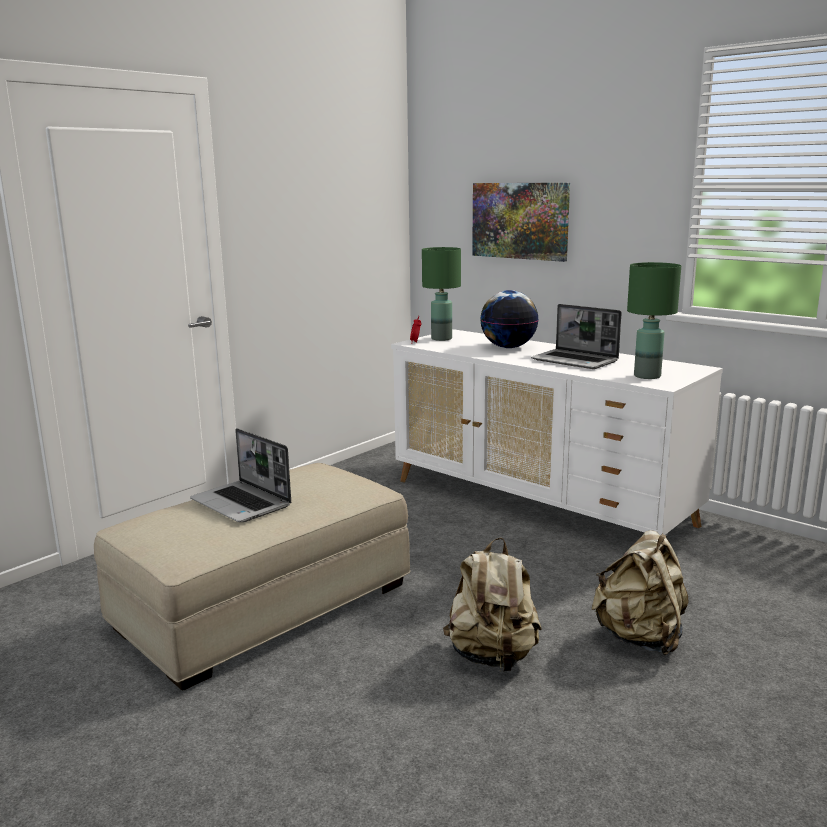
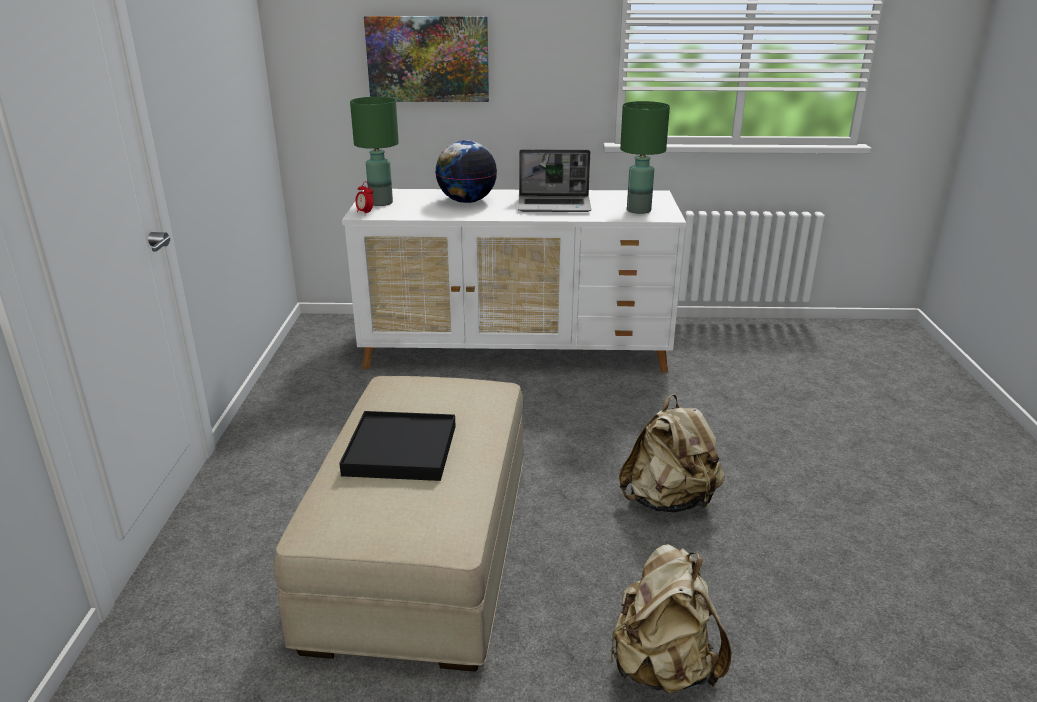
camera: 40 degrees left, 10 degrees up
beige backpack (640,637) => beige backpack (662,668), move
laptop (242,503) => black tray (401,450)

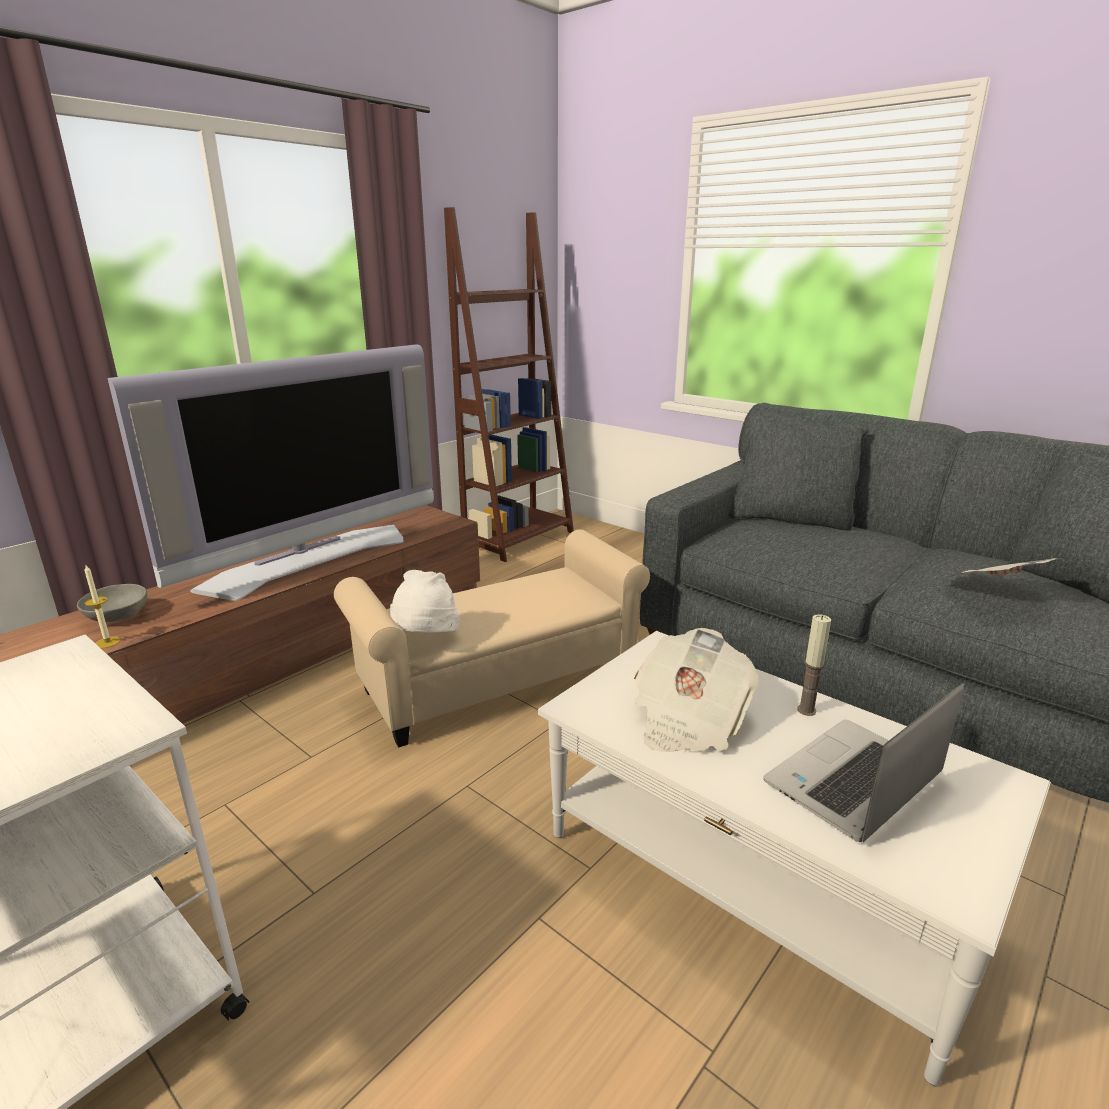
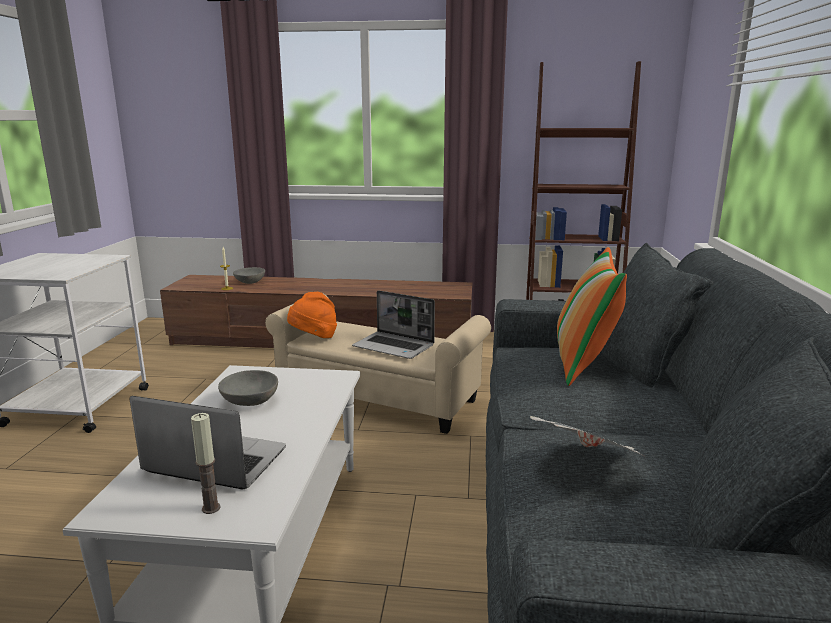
camera: 55 degrees right, 5 degrees down
television (309,559) => nothing
nothing => laptop (395,347)
nothing => pillow (584,363)
candle (806,710) => candle (211,508), move
newspaper (687,719) => grey bowl (249,401)
white hat (425,640) => orange hat (313,338)

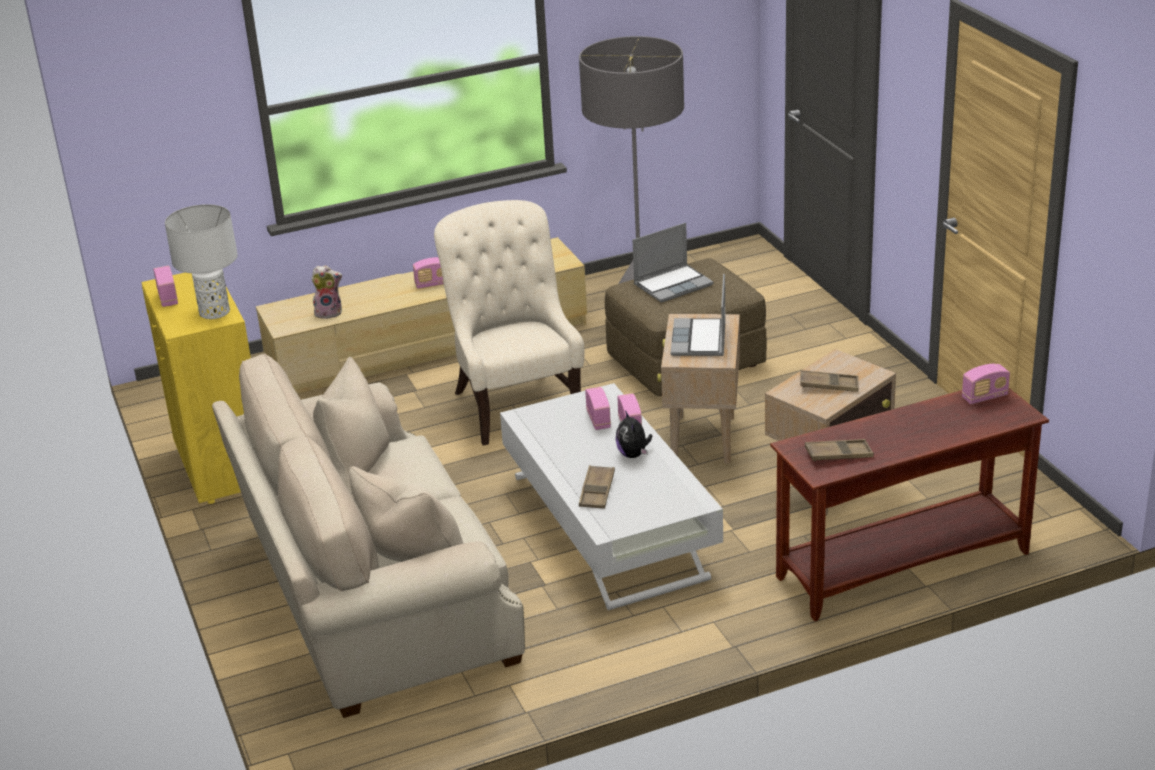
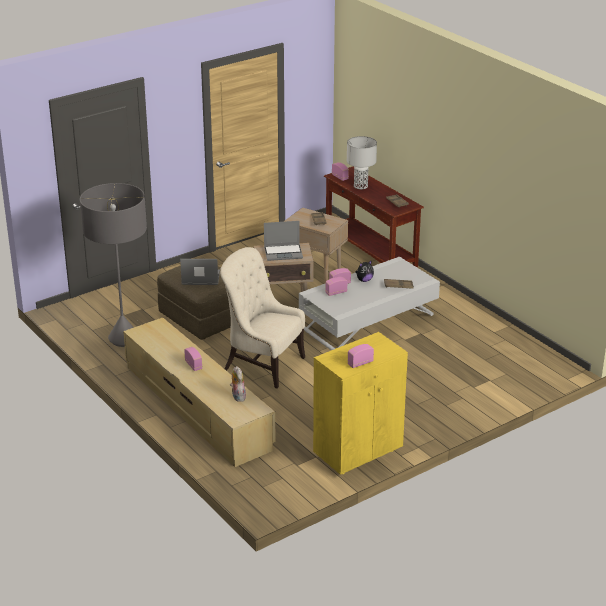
camera: 105 degrees left, 0 degrees up
beige sofa (373,597) => nothing
white table lamp (213,312) => white table lamp (361,186), move
beige armchair (516,406) => beige armchair (262,364), 60 degrees clockwise
laptop (673,284) => laptop (200,278), 45 degrees counterclockwise

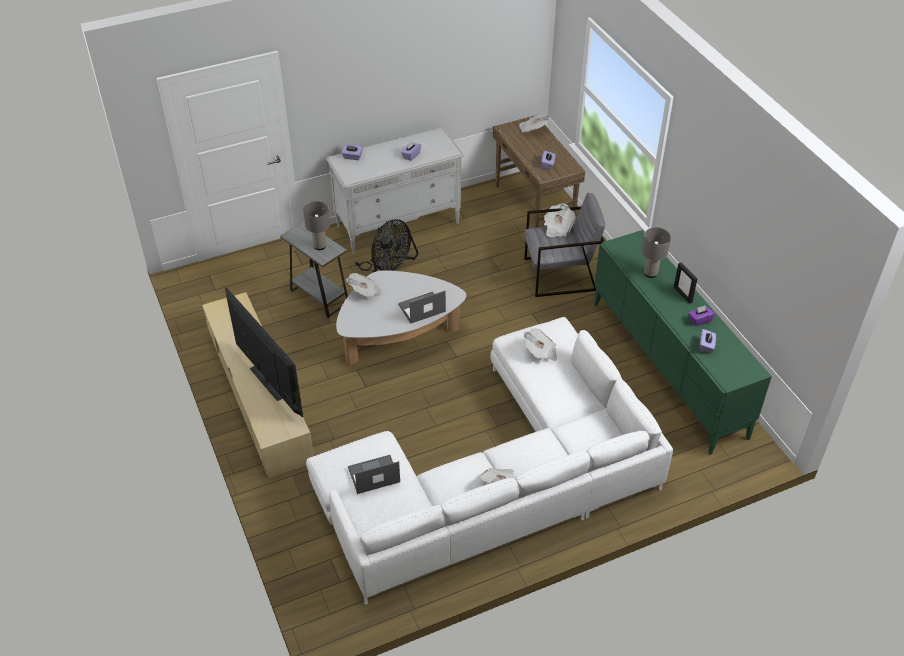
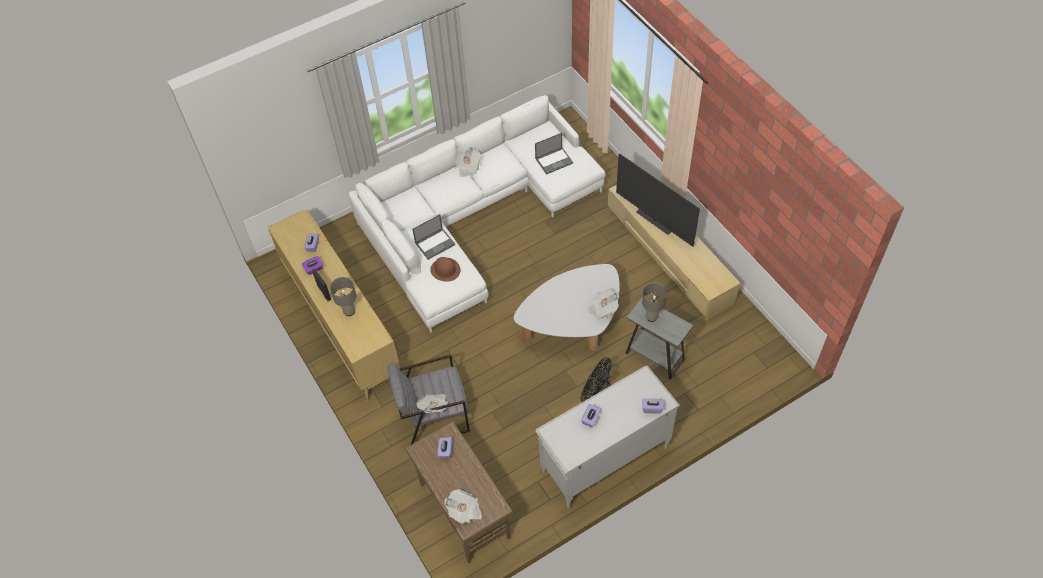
camera: 175 degrees right, 10 degrees up
laptop (421,308) => laptop (435,243), move
newspaper (540,352) => brown hat (445,270)
green cabinet (668,368) => beige cabinet (340,323)

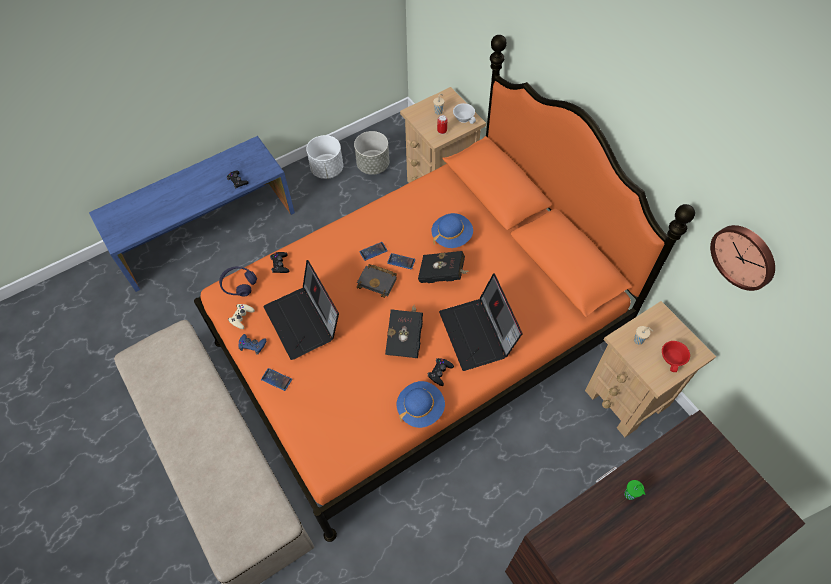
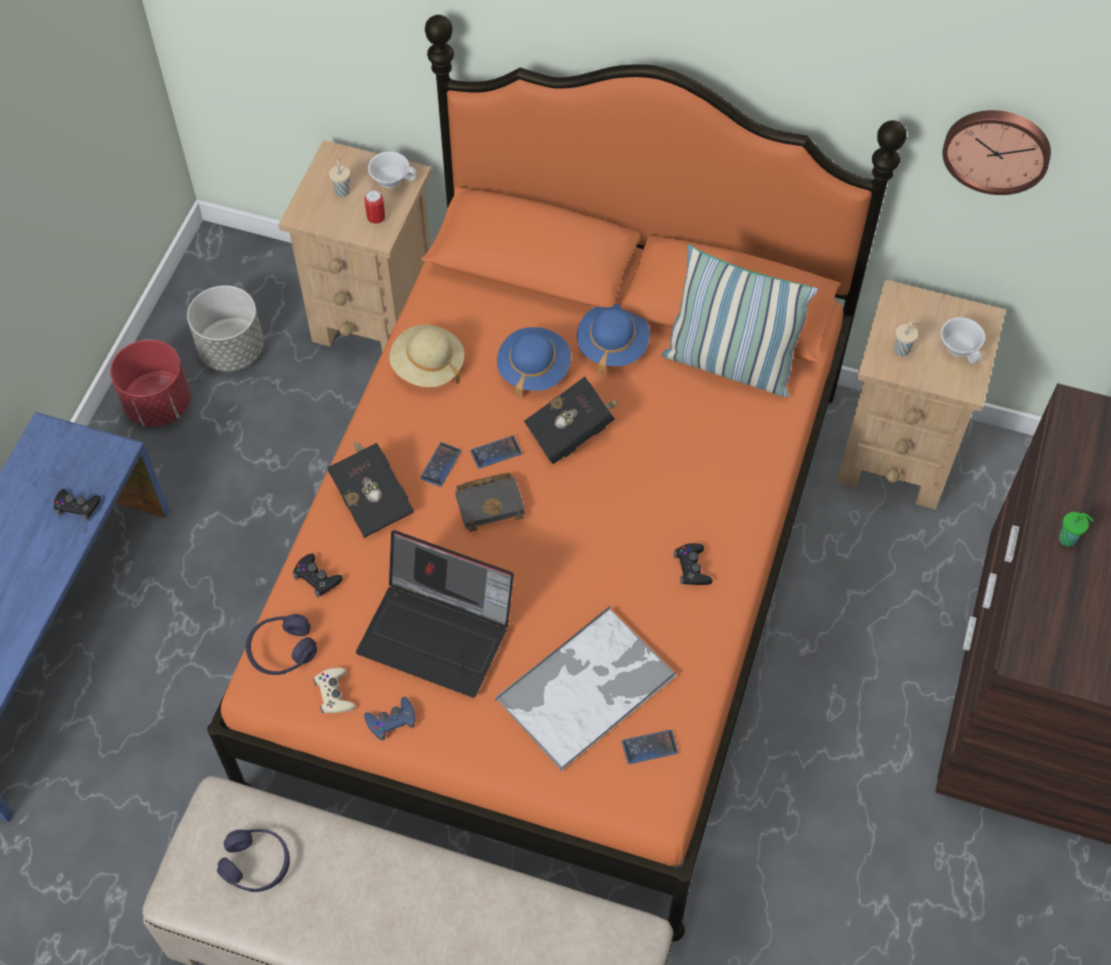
camera: 40 degrees left, 0 degrees up
laptop (478,334) => nothing
nothing => purple headphones (256,864)
nothing => beige hat (428,367)
nothing => tray (587,687)
nothing => pillow (729,364)
phone (276,379) => phone (649,747), move
black book (405,338) => black book (371,498), move
blue hat (420,408) => blue hat (612,345), move
white planter (327,169) => red planter (158,405)
red cup (673,359) => white cup (961,346)

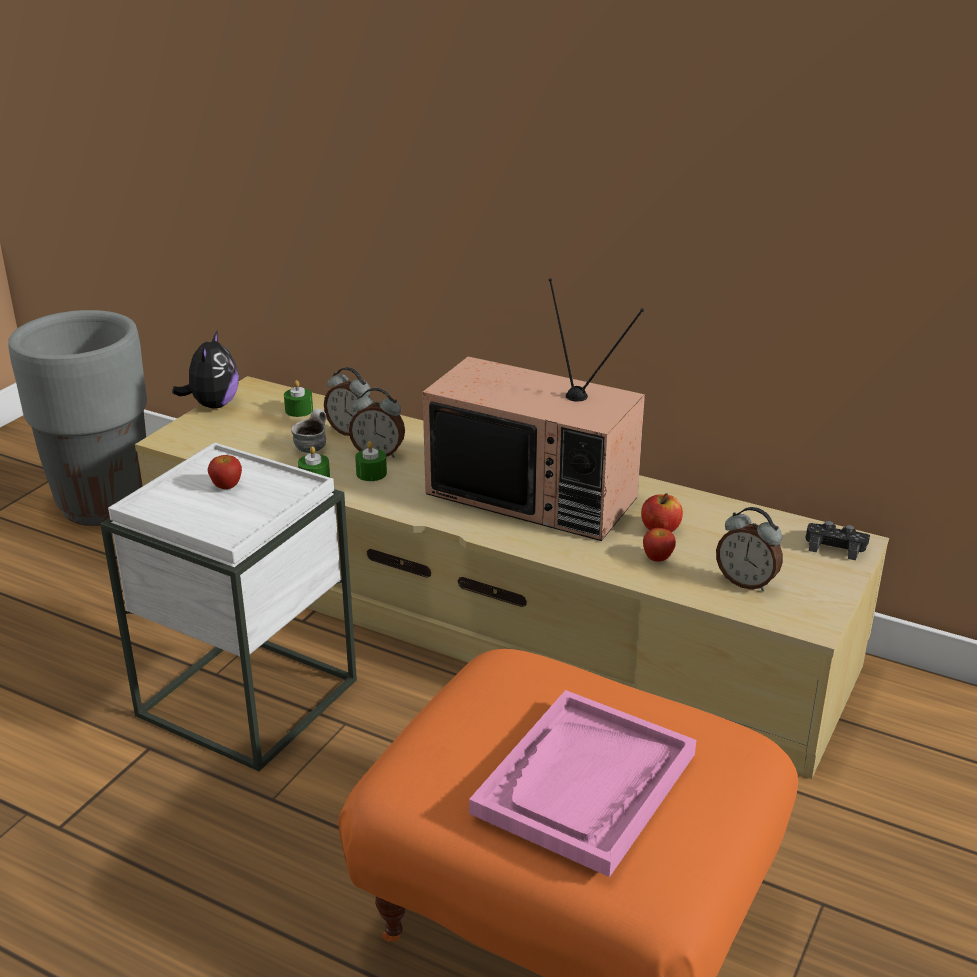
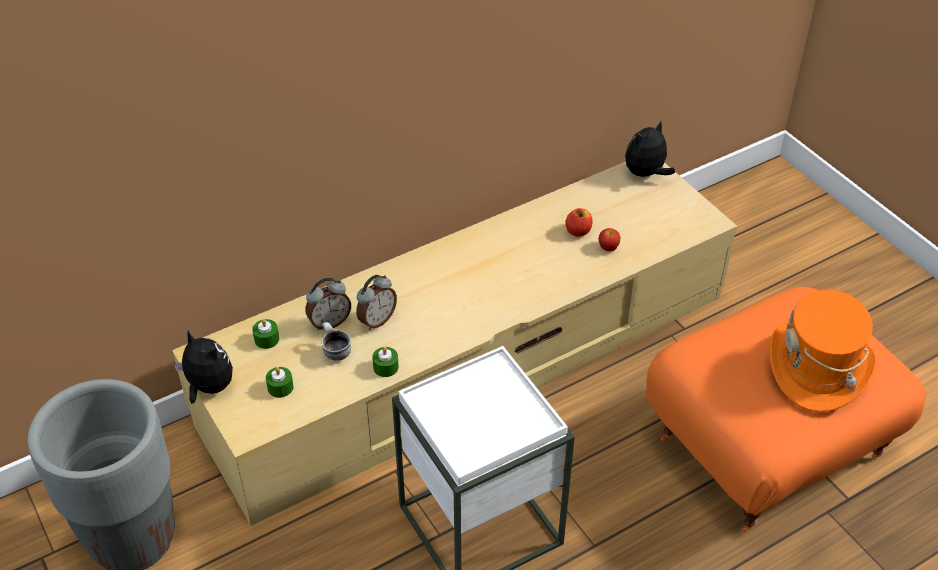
camera: 60 degrees left, 15 degrees up
apple (226,486) => nothing
television (536,494) => nothing
alarm clock (746,582) => nothing
green candle (371,473) => green candle (280,387), move
pink tray (585,784) => orange hat (818,368)
black game controller (835,546) => plush toy (645,174)

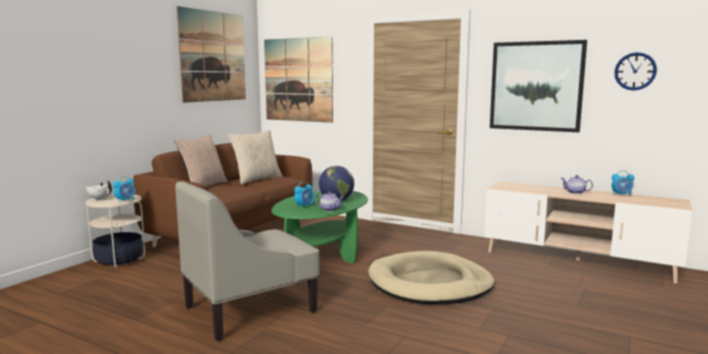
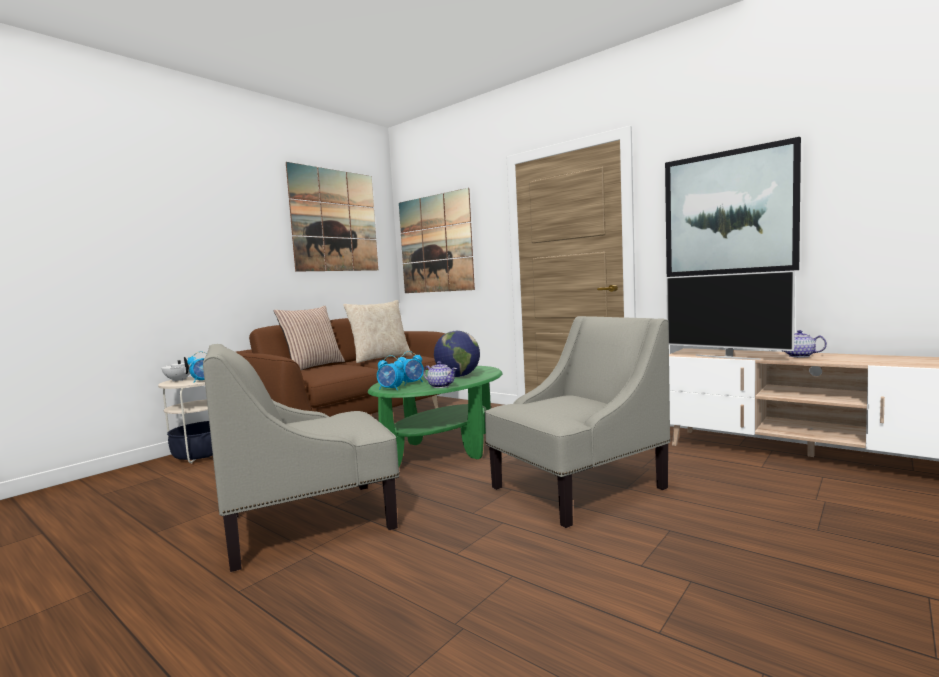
camera: 10 degrees right, 5 degrees down
wall clock (635,71) => nothing
nothing => television (727,357)
alarm clock (621,195) => alarm clock (391,389), move
beige dog bed (430,284) => grey armchair (577,489)

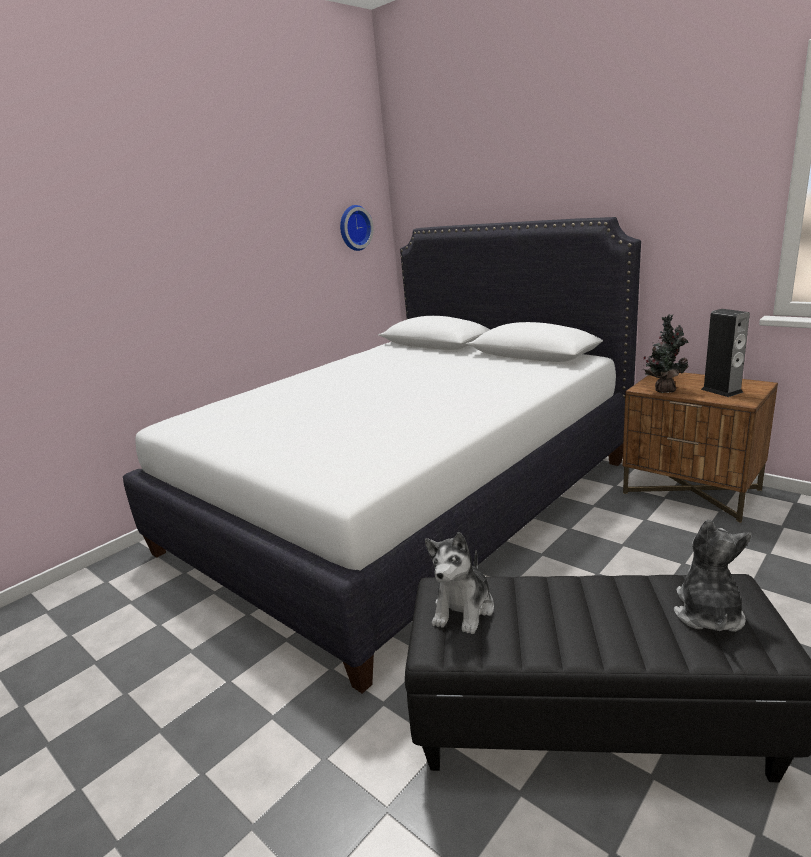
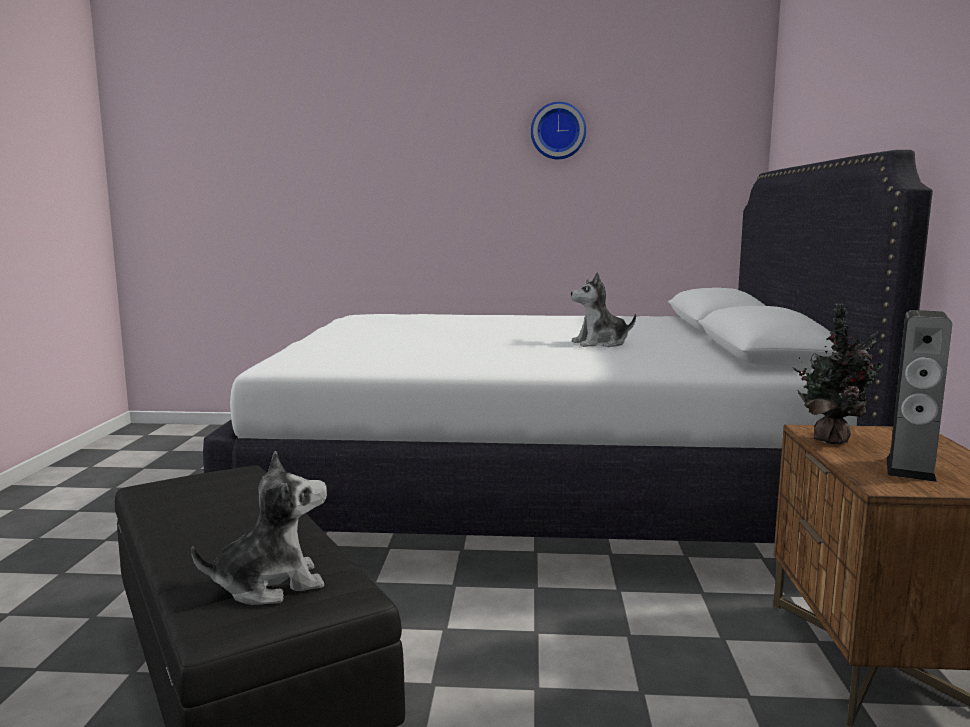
camera: 50 degrees right, 10 degrees down
wall clock (353,228) => wall clock (558,131), move
plush toy (463,609) => plush toy (600,343), move

